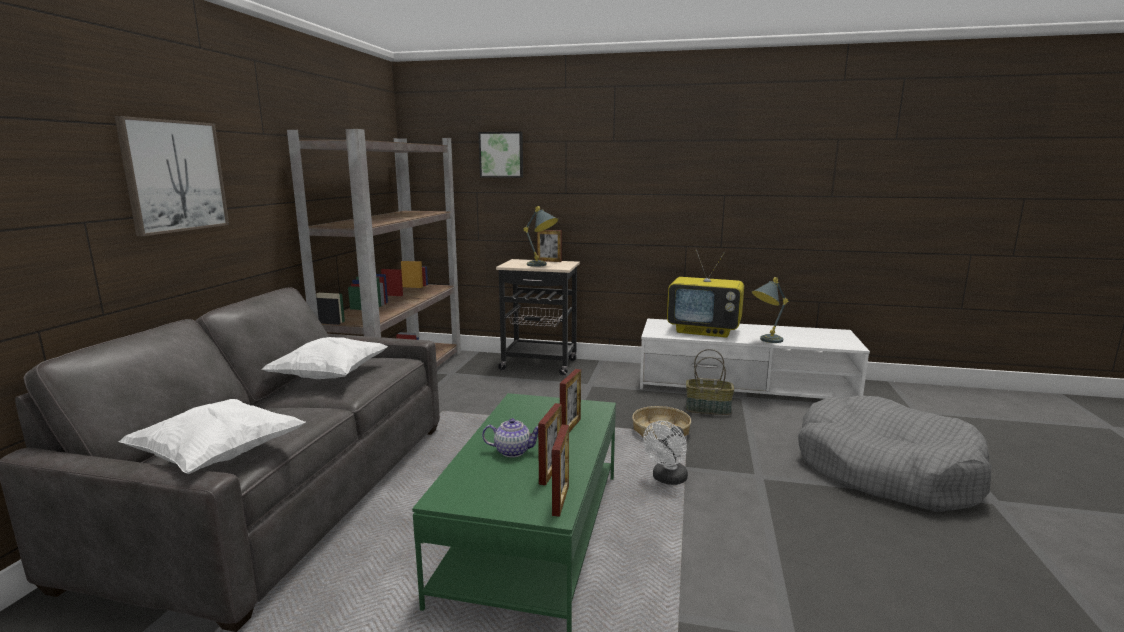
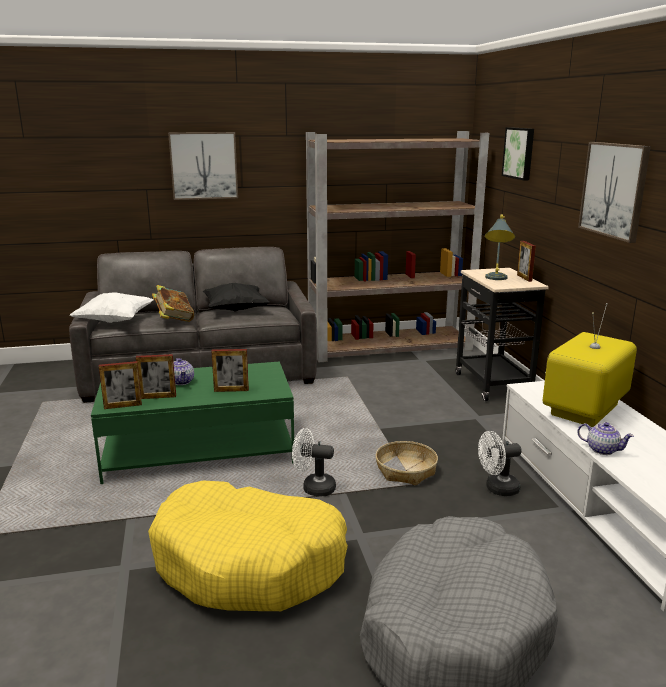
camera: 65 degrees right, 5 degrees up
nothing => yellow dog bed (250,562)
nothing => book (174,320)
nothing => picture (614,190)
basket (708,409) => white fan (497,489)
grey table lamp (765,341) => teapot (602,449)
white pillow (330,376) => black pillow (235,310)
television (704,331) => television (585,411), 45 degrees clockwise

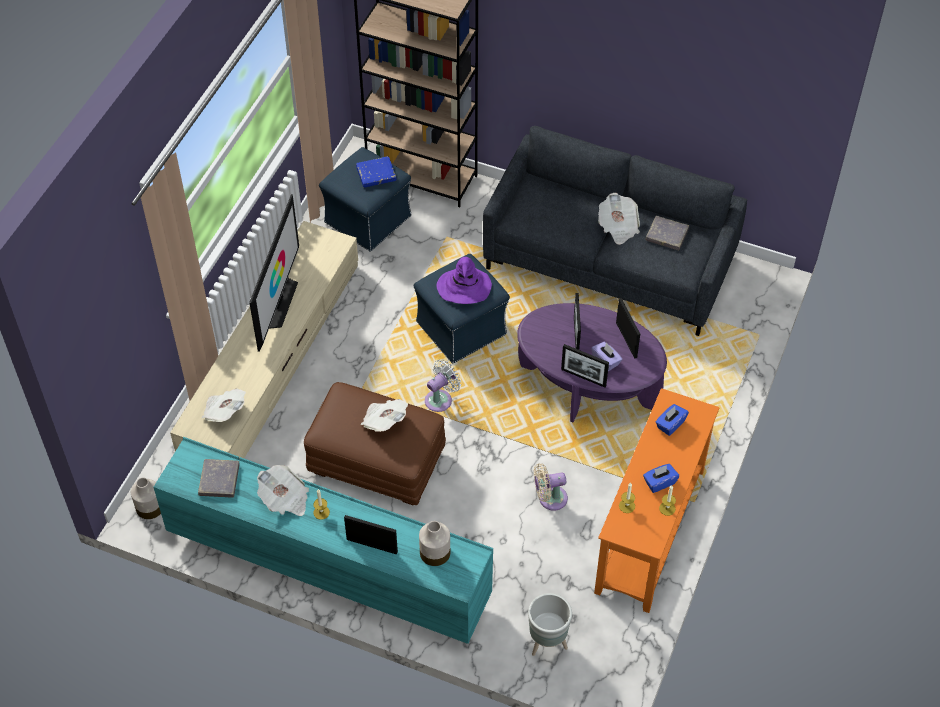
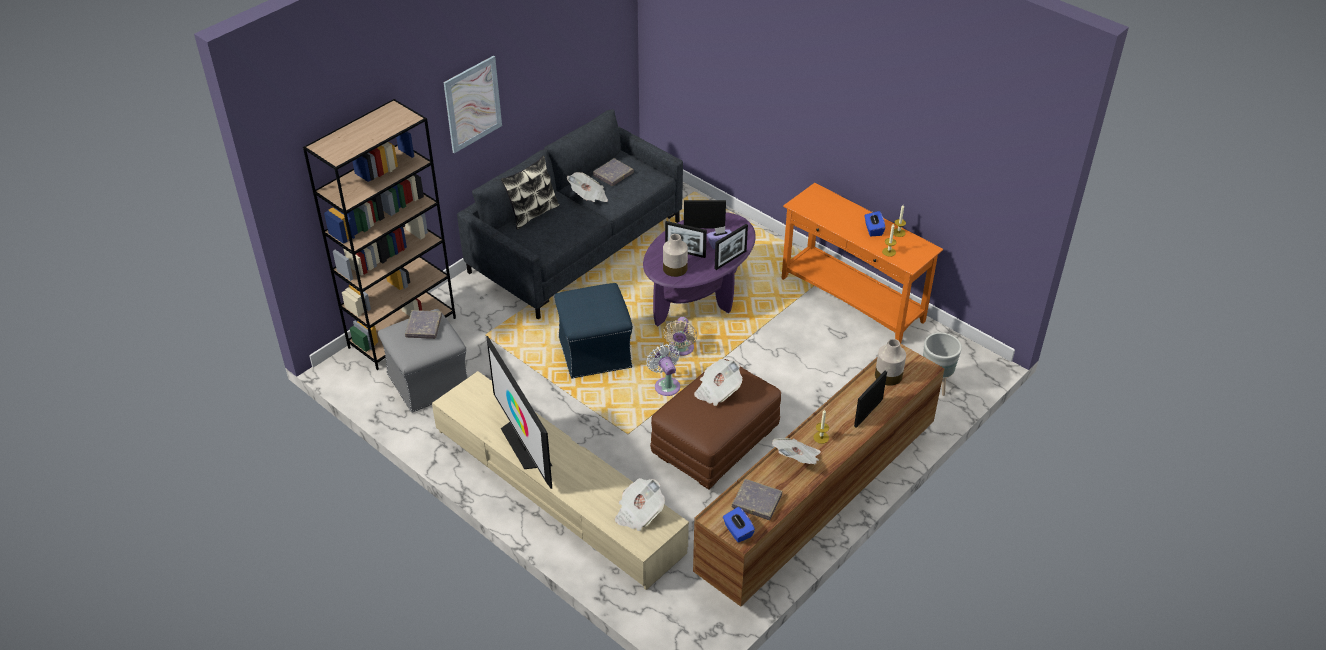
camera: 70 degrees left, 10 degrees down
purple hat (464,287) => nothing
nothing => picture (472,104)
nothing => pillow (532,213)
beige vase (150,507) => beige vase (675,268), move
beige fan (549,498) => beige fan (681,349), move
blue tissue box (670,424) => blue tissue box (737,531), move
turquoise cabinet (328,571) => brown cabinet (818,505)
blue ottoman (367,220) => grey ottoman (429,382)
blue book (376,174) => grey book (424,326)
television (277,302) => television (524,444), 150 degrees counterclockwise

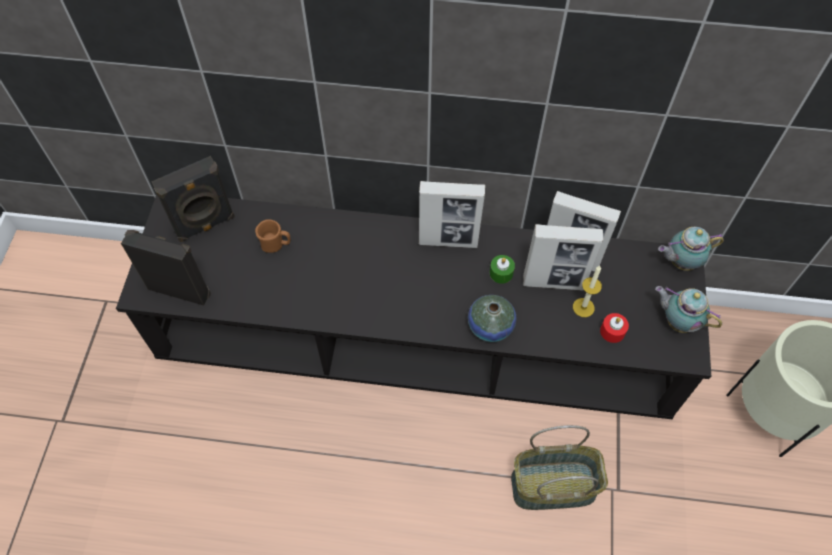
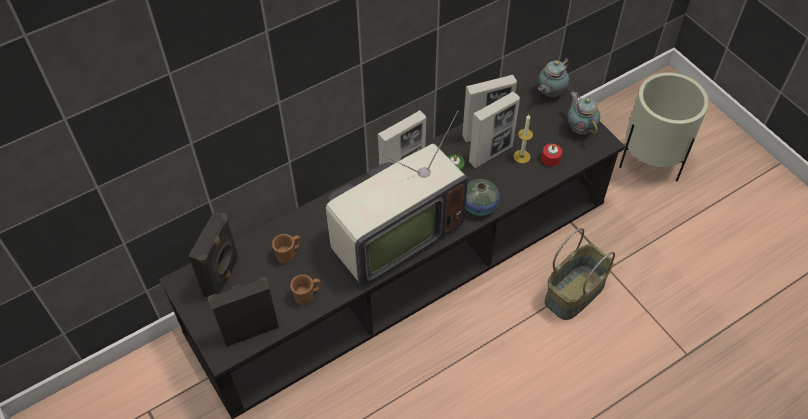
camera: 40 degrees left, 5 degrees down
nothing => brown mug (307,295)
nothing => television (392,236)
teapot (677,321) => teapot (580,128), 75 degrees clockwise

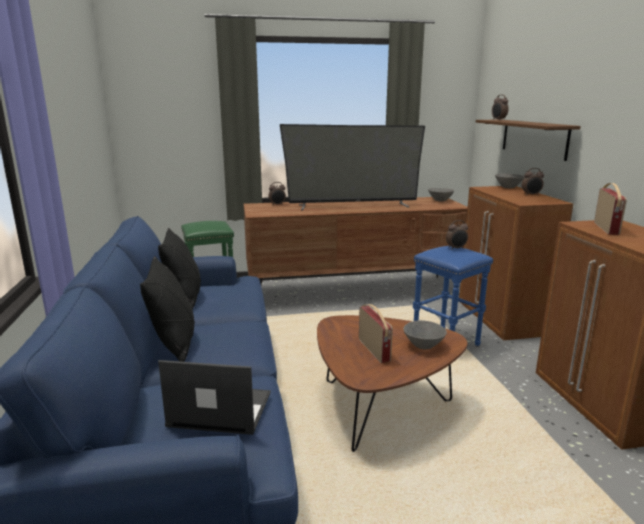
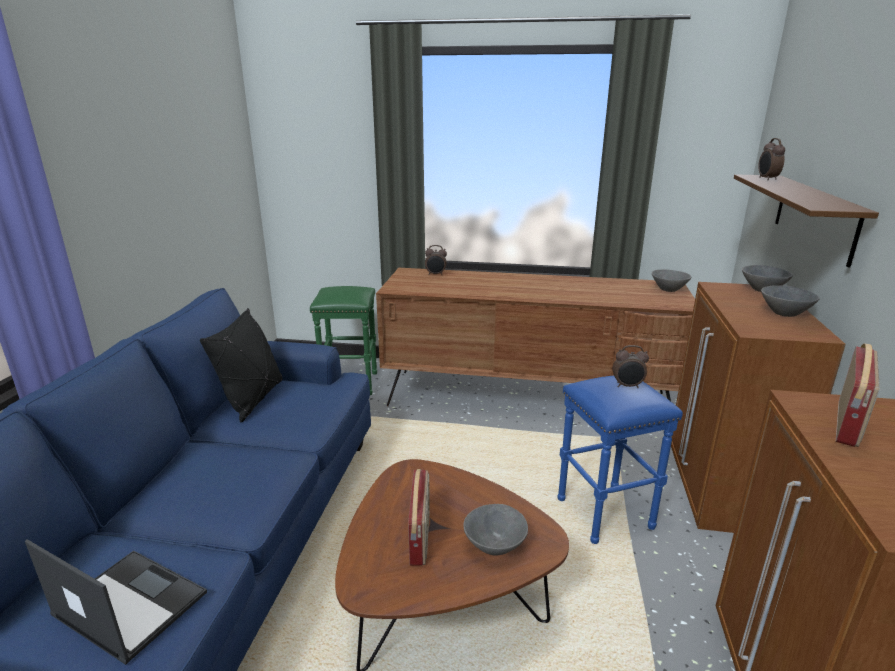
camera: 20 degrees right, 5 degrees up
black pillow (174,344) => nothing
television (352,206) => nothing
alarm clock (531,195) => grey bowl (785,313)

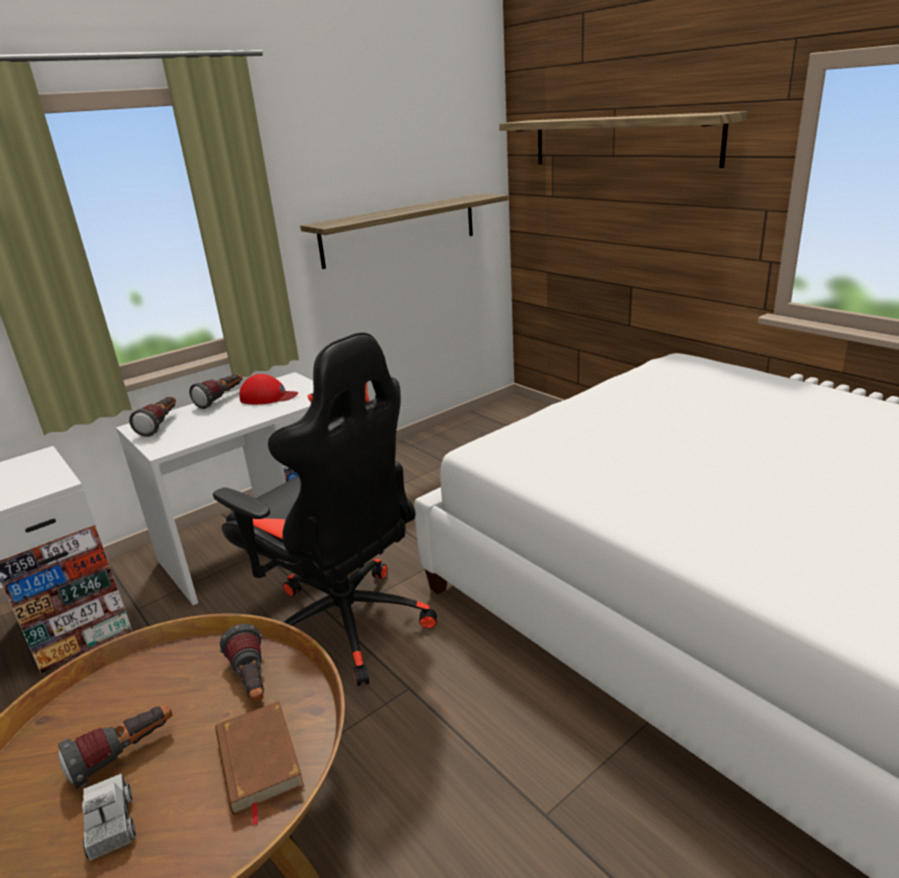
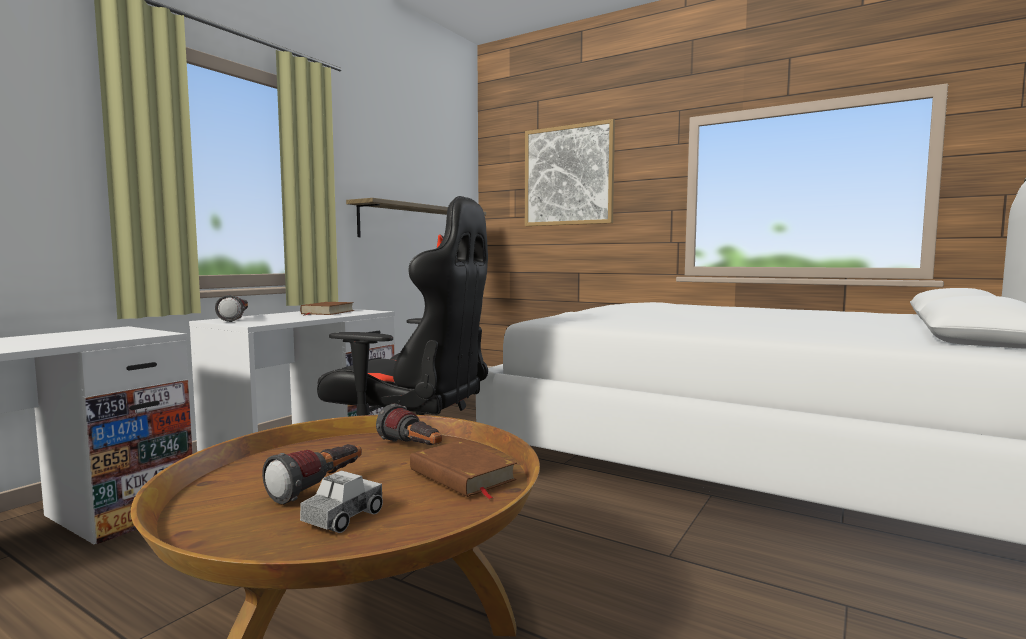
camera: 20 degrees left, 20 degrees down
flashlight (222,399) => nothing
red cap (268,397) => brown book (327,312)
shelf (622,141) => picture (568,175)
toy truck (111,826) => toy truck (343,518), 75 degrees clockwise

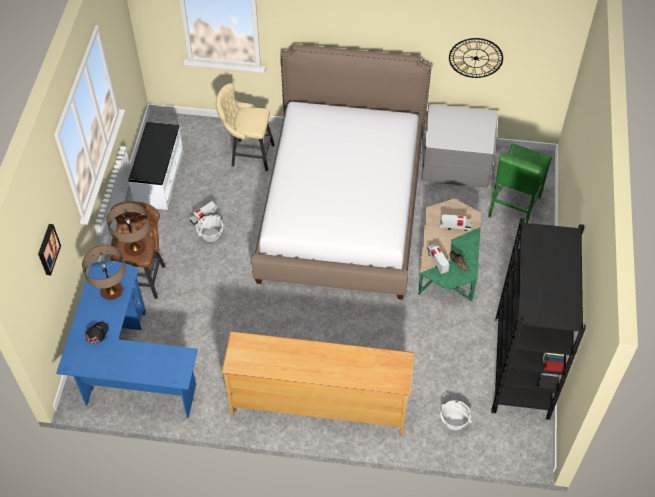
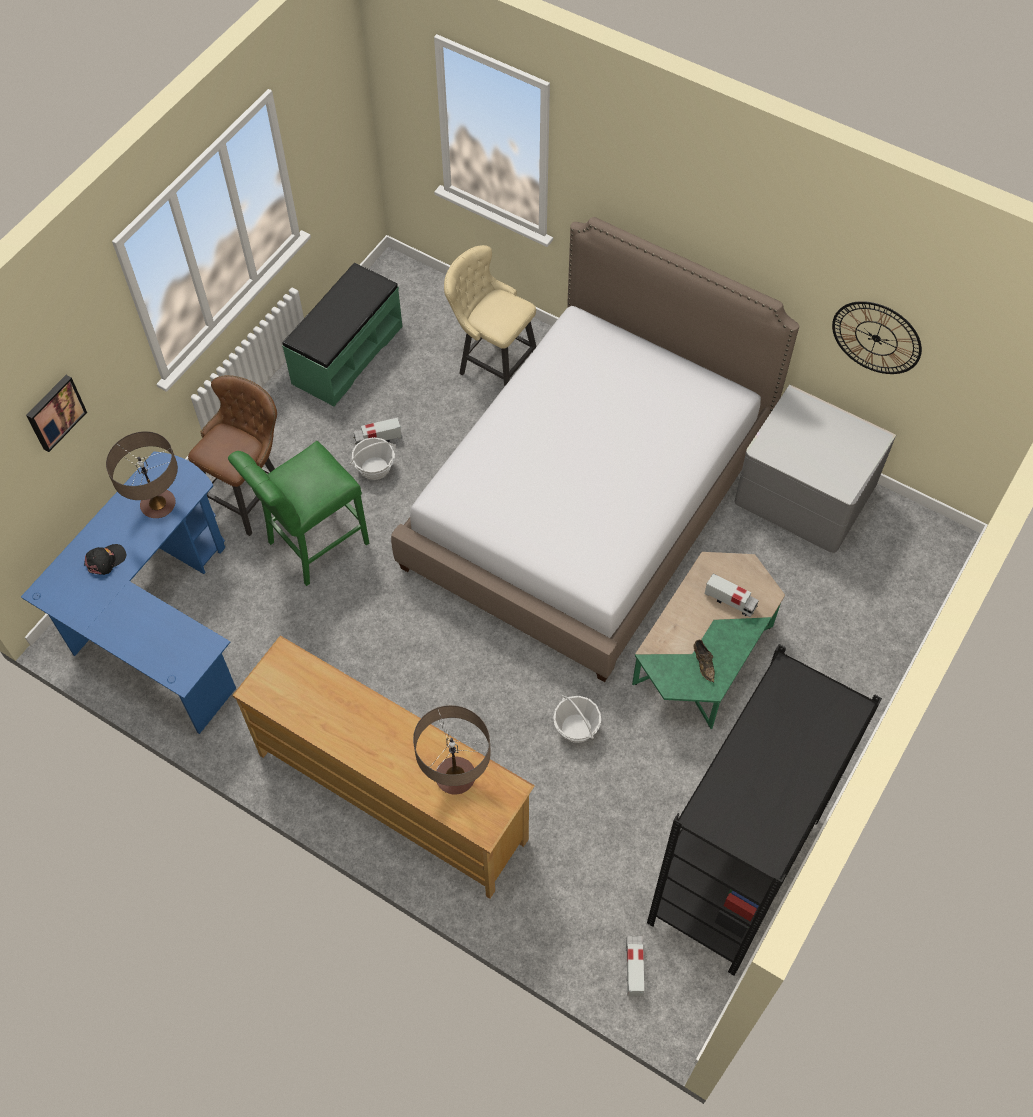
camera: 25 degrees right, 5 degrees up
table lamp (135,248) => table lamp (455,777), move
toy truck (437,261) => toy truck (634,968), move
basket (454,421) => basket (576,728), move
green stool (512,209) => green stool (313,545), move
white bench (159,178) => green bench (346,354)

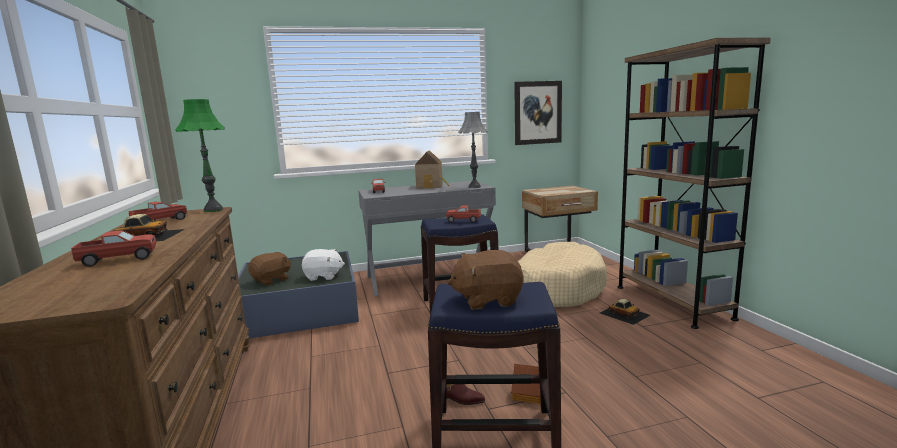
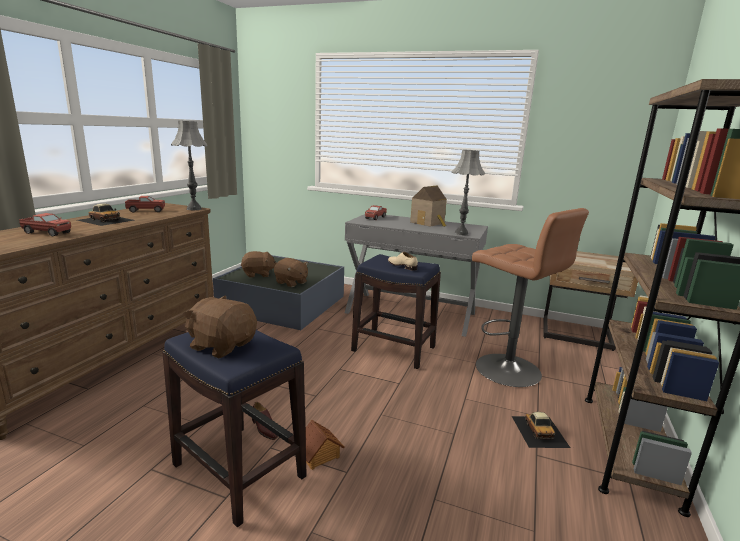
camera: 35 degrees right, 5 degrees up
picture (537,113) => nothing
toy truck (463,220) => beige shoe (402,266)
beige dog bed (554,289) => brown stool (508,370)
green table lamp (213,210) => grey table lamp (194,209)
white plush toy (323,276) => brown plush toy (291,283)

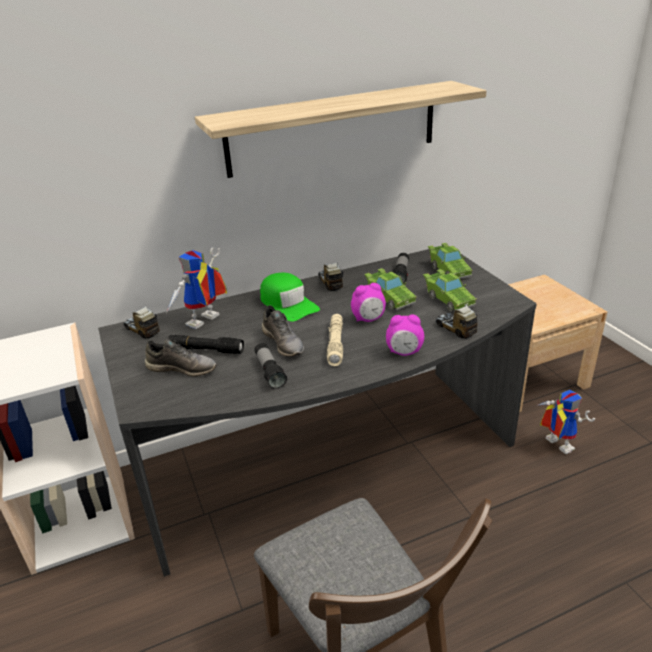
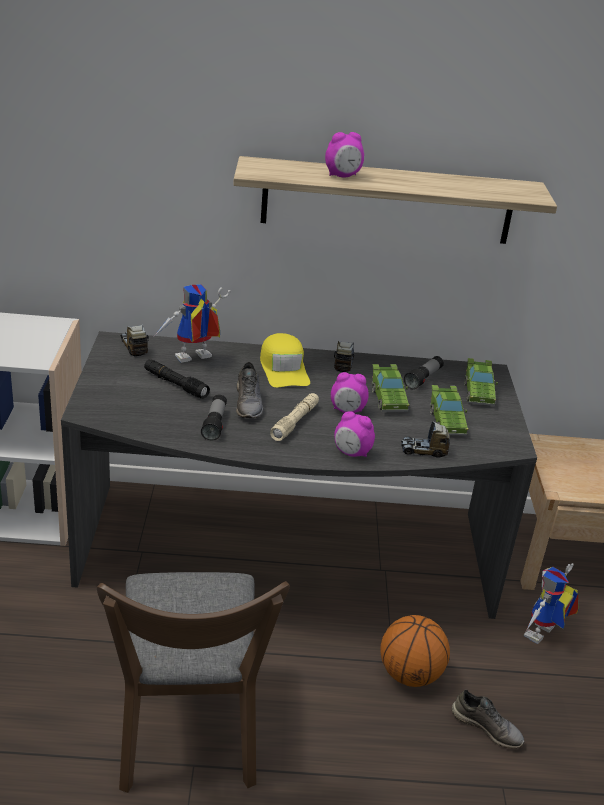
camera: 20 degrees right, 0 degrees up
nothing => alarm clock (342,176)
nothing => basketball (410,674)
grey shoe (182,368) => grey shoe (487,727), move
green cap (288,304) => yellow cap (284,369)
toy truck (455,329) => toy truck (424,451), 75 degrees counterclockwise
toy robot (554,444) => toy robot (542,636), 135 degrees counterclockwise

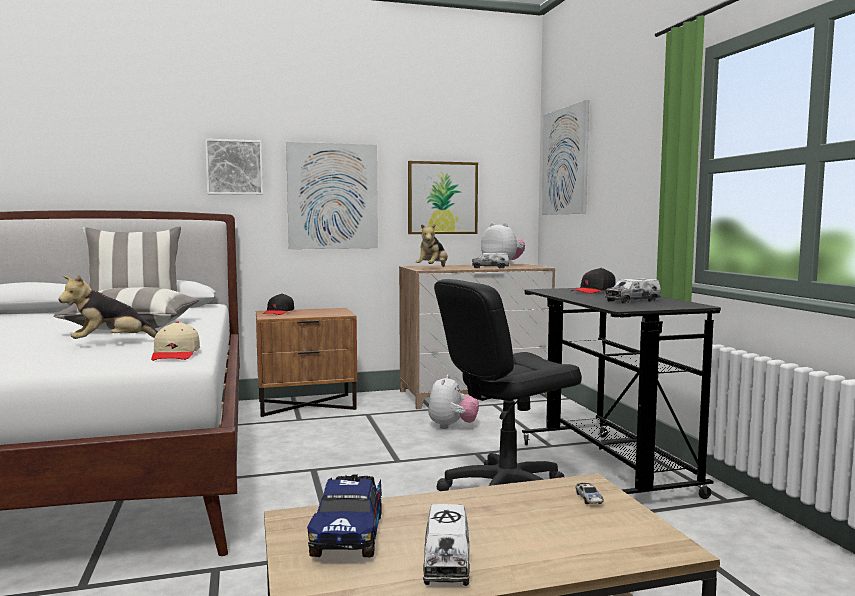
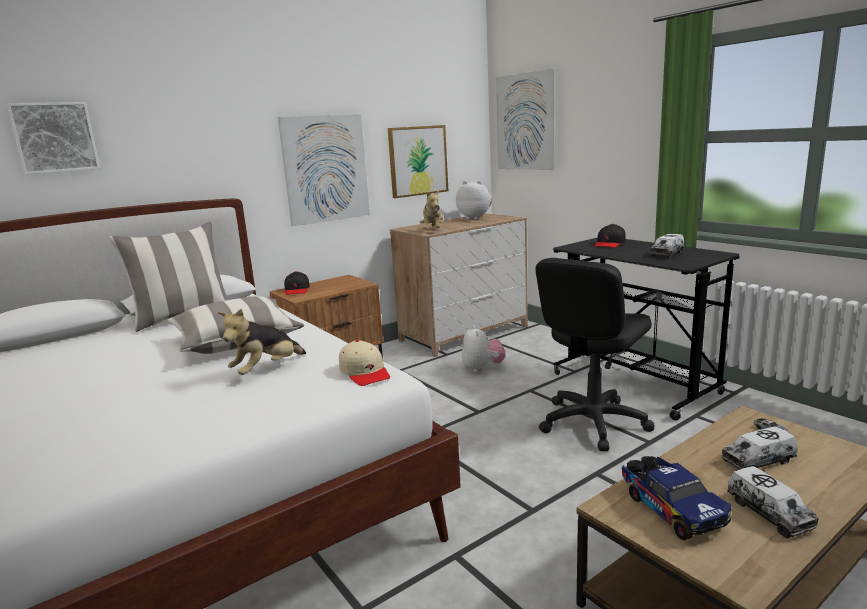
camera: 20 degrees left, 10 degrees up
picture (234,167) => picture (55,137), move
toy truck (490,267) => toy truck (758,461), move

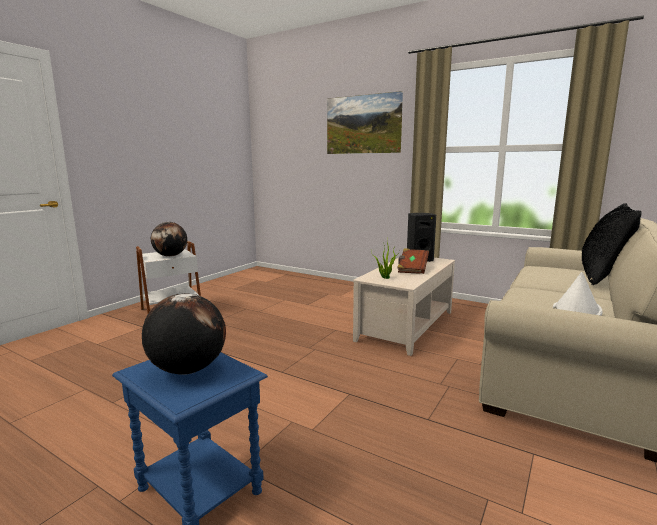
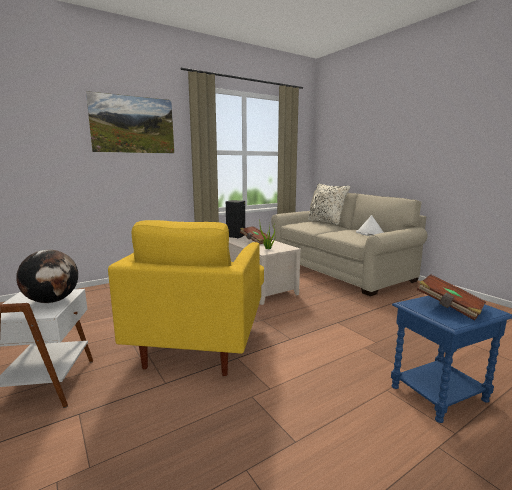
camera: 65 degrees left, 0 degrees up
nothing => yellow armchair (200,341)
globe (187,370) => brown book (449,307)
black pillow (602,279) => beige pillow (326,223)

